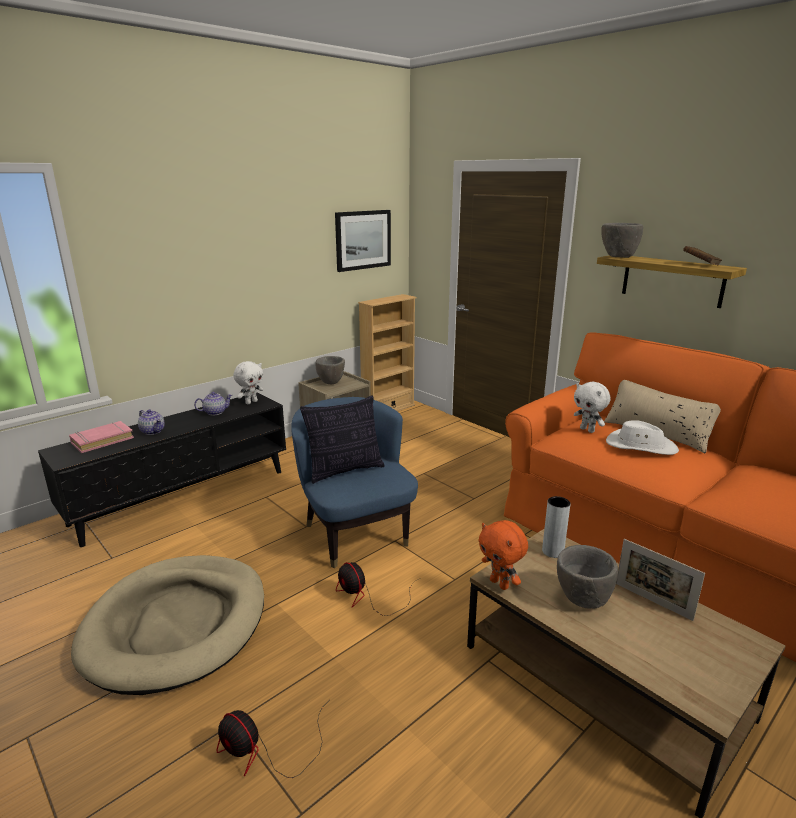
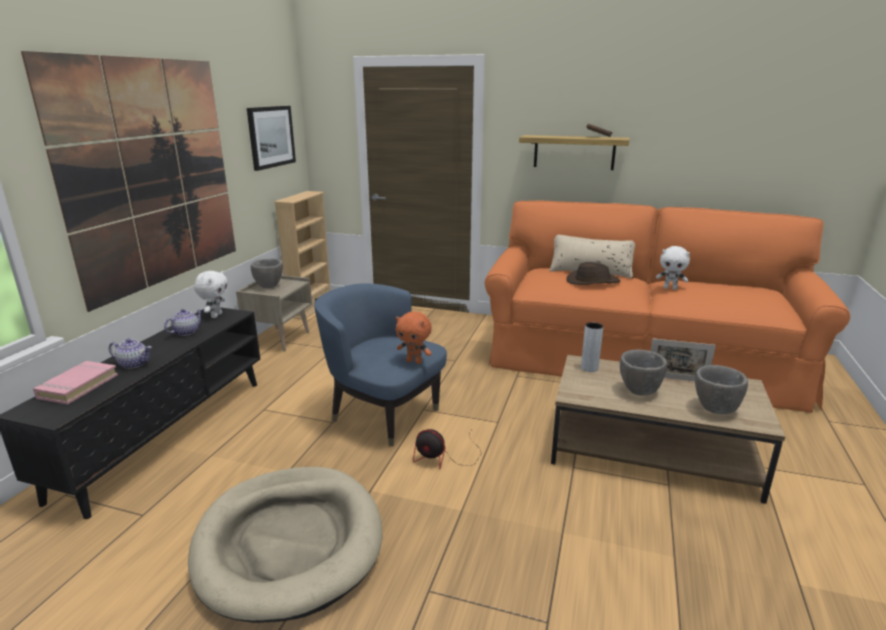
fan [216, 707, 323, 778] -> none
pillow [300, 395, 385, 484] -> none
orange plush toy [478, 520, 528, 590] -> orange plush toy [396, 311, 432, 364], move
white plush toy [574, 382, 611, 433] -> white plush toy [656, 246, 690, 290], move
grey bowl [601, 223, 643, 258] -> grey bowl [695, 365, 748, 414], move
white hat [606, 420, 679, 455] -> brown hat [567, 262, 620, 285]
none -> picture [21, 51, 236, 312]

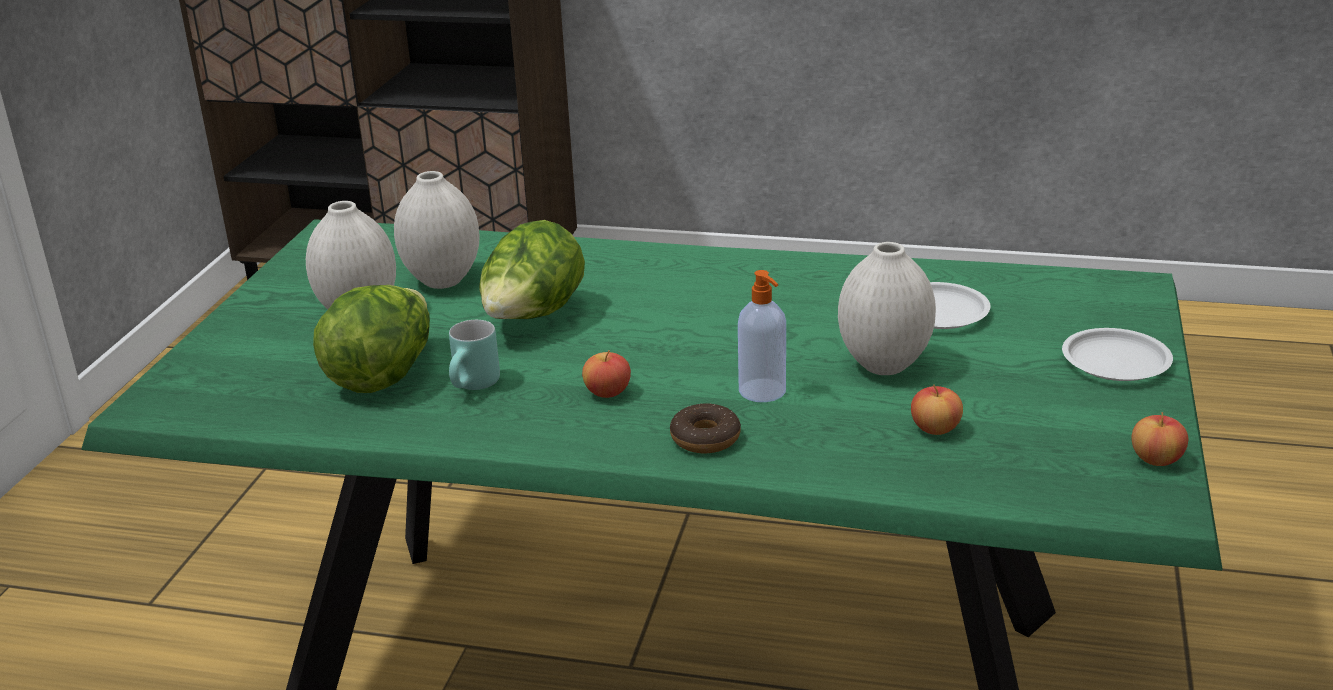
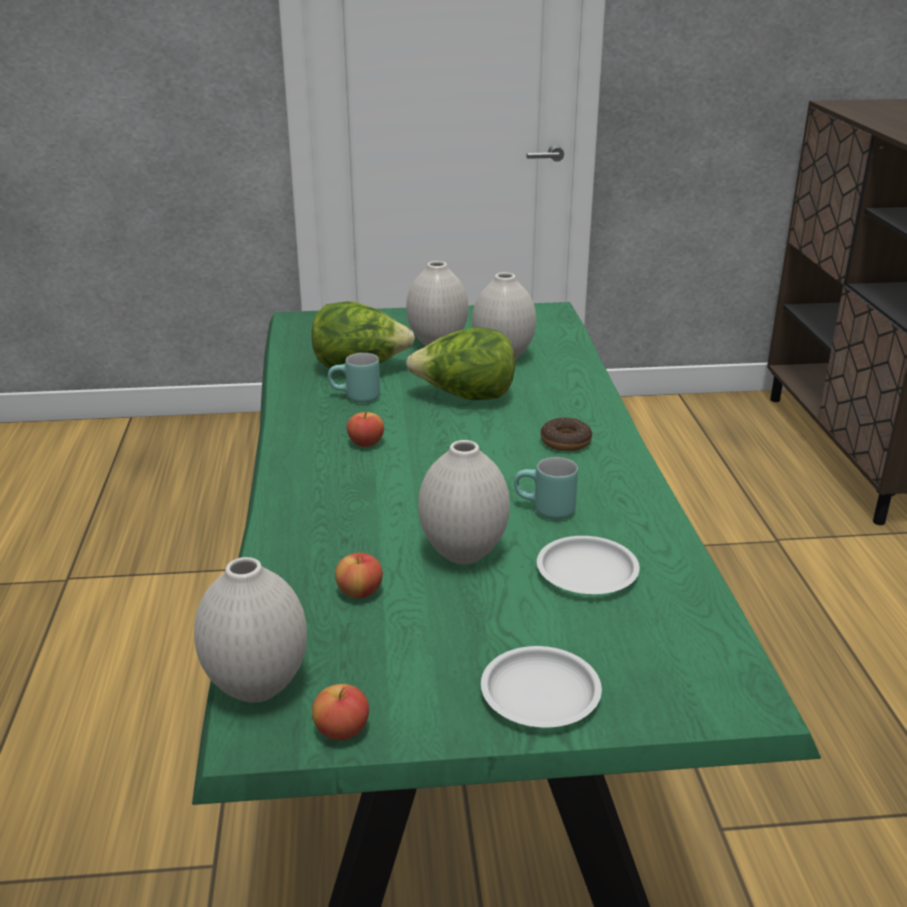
donut [670, 403, 741, 453] -> donut [541, 417, 592, 451], move
soap dispenser [738, 270, 786, 402] -> none
none -> white vase [194, 557, 307, 703]
none -> turquoise mug [514, 457, 578, 520]

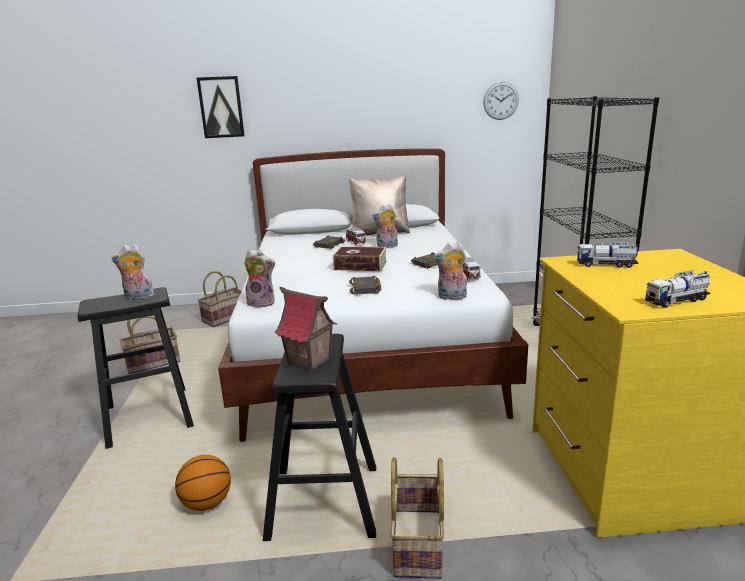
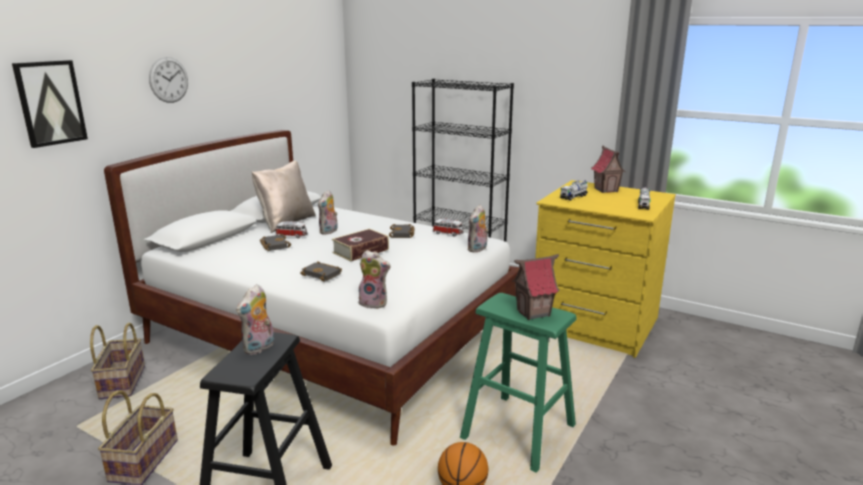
plush toy [244, 249, 275, 307] -> plush toy [359, 250, 391, 309], 60 degrees clockwise
black stool [263, 334, 376, 541] -> green stool [460, 293, 577, 473]
black book [349, 276, 381, 295] -> black book [300, 261, 342, 281], move
basket [390, 457, 444, 579] -> none
wall clock [483, 82, 519, 120] -> wall clock [149, 57, 188, 103], move
none -> toy house [591, 145, 626, 193]

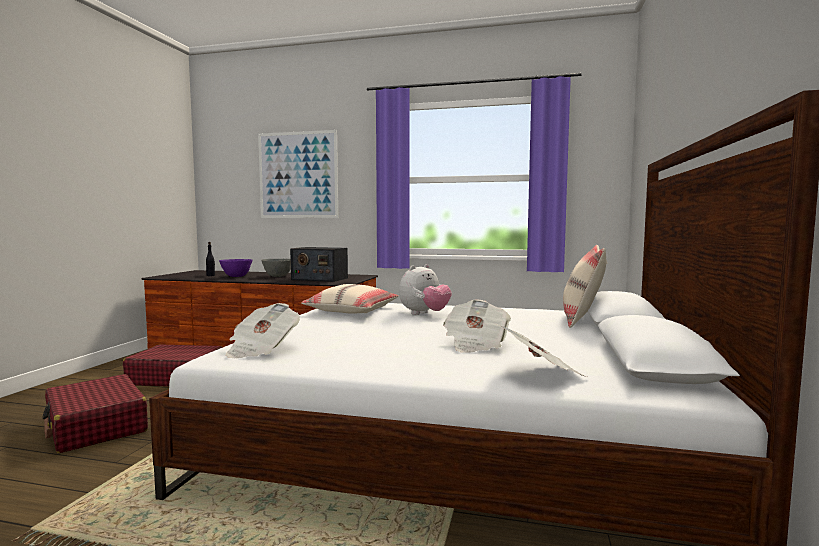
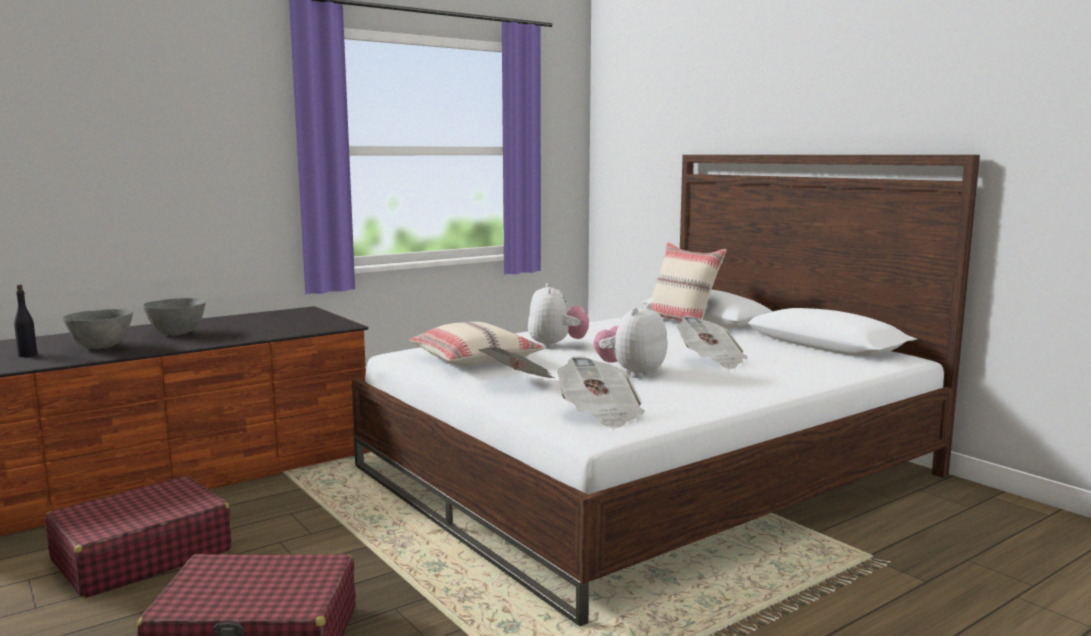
purple bowl [219, 259, 252, 277] -> grey bowl [63, 309, 133, 349]
picture [258, 130, 338, 218] -> none
radio [290, 247, 348, 282] -> none
newspaper [498, 325, 588, 377] -> newspaper [478, 347, 555, 378], move
none -> plush toy [594, 303, 667, 378]

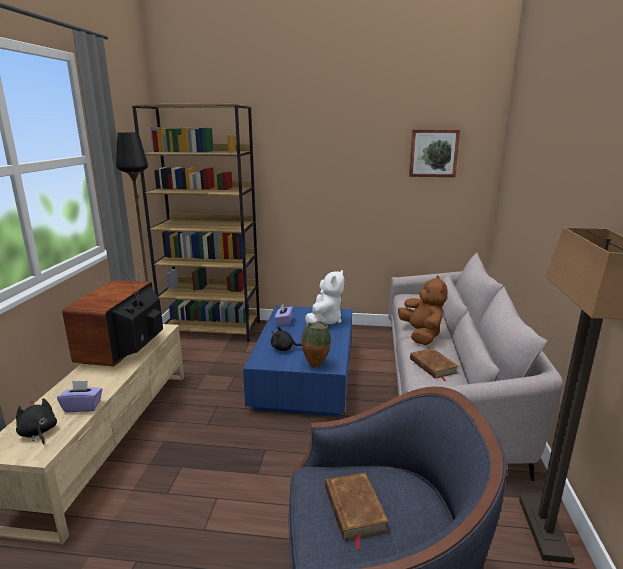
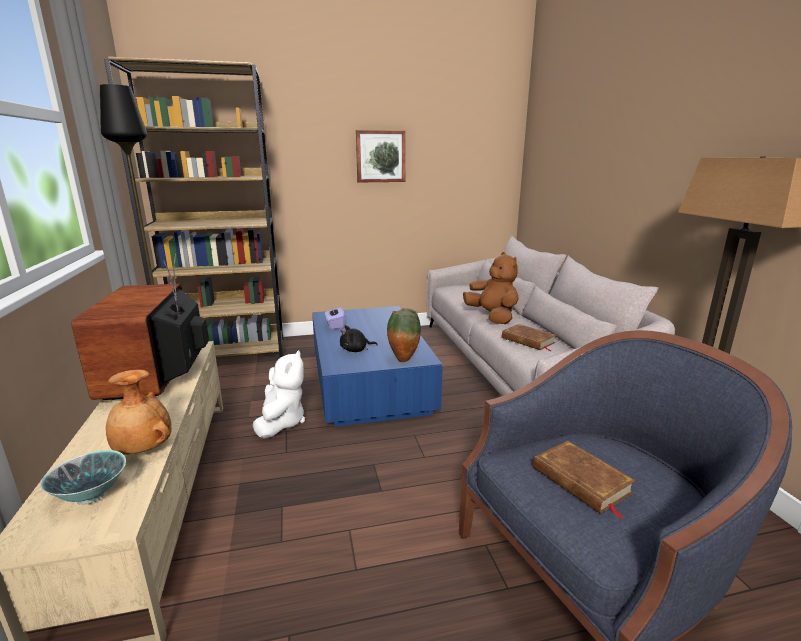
black plush toy [16, 398, 57, 445] -> bowl [40, 450, 126, 505]
purple tissue box [57, 381, 102, 412] -> brown vase [106, 369, 172, 455]
white plush toy [305, 270, 344, 324] -> white plush toy [253, 350, 305, 439], move
picture [409, 129, 460, 177] -> picture [356, 130, 406, 183], move

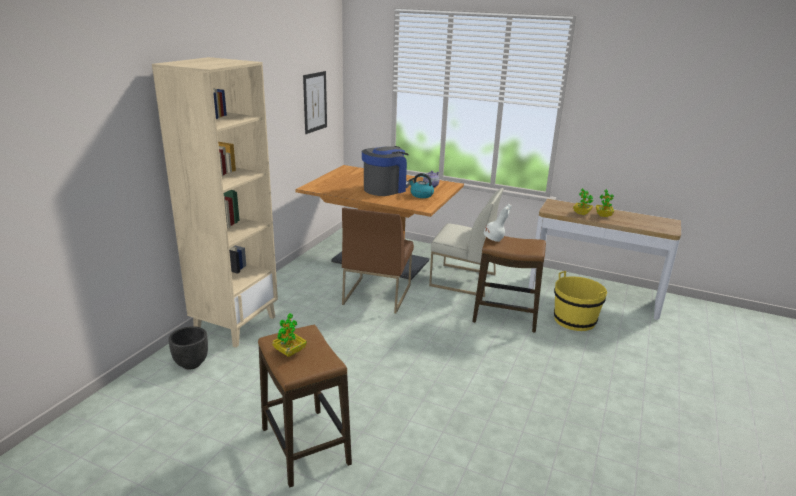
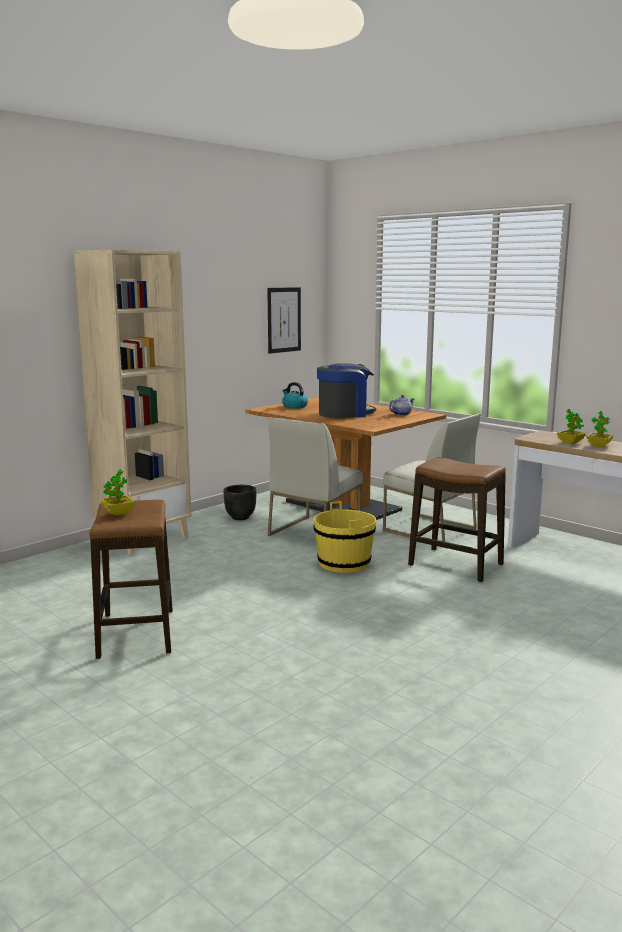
black planter [168, 326, 208, 369] -> black planter [223, 485, 256, 520], move
brown chair [342, 208, 414, 313] -> white chair [268, 417, 363, 536]
kettle [408, 173, 434, 198] -> kettle [282, 382, 308, 409], move
white vase [484, 204, 512, 242] -> none
yellow bucket [554, 271, 607, 331] -> yellow bucket [313, 501, 376, 573], move

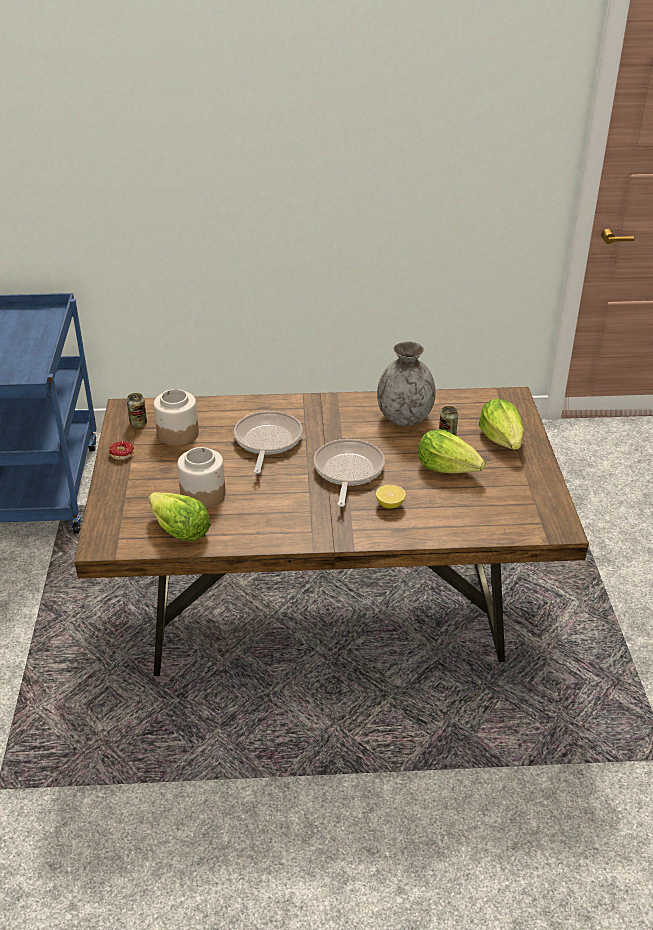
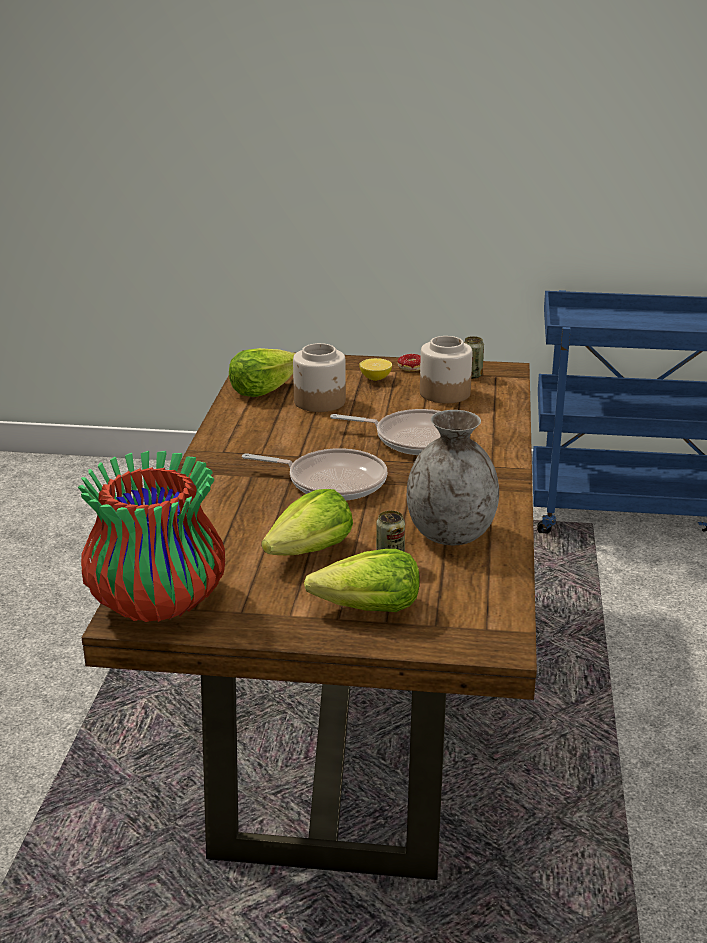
lemon [376, 485, 406, 509] -> lemon [359, 358, 392, 381], move
none -> vase [78, 451, 225, 622]

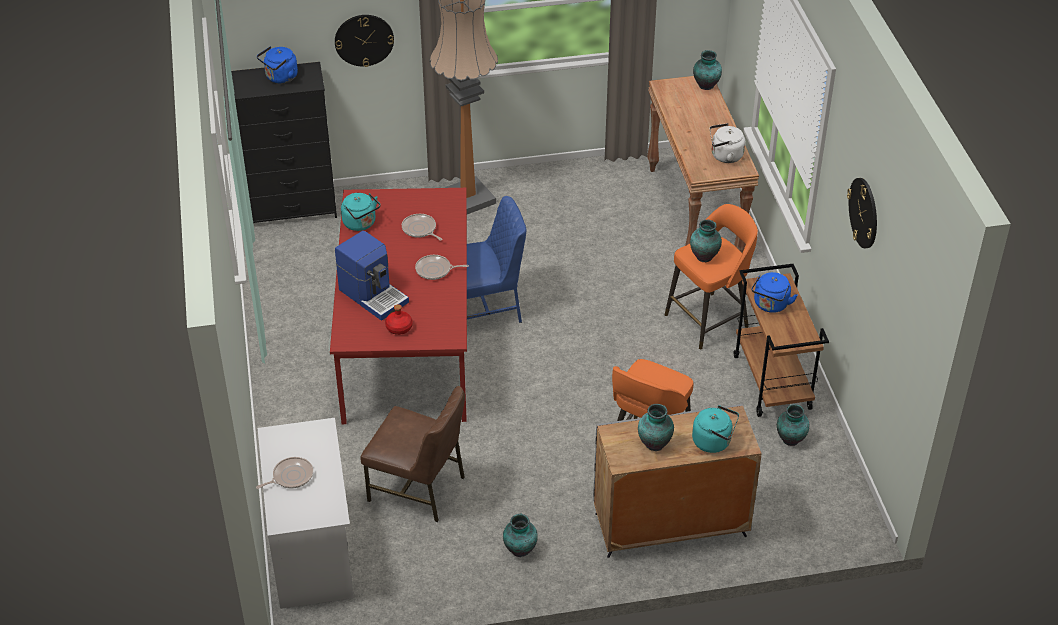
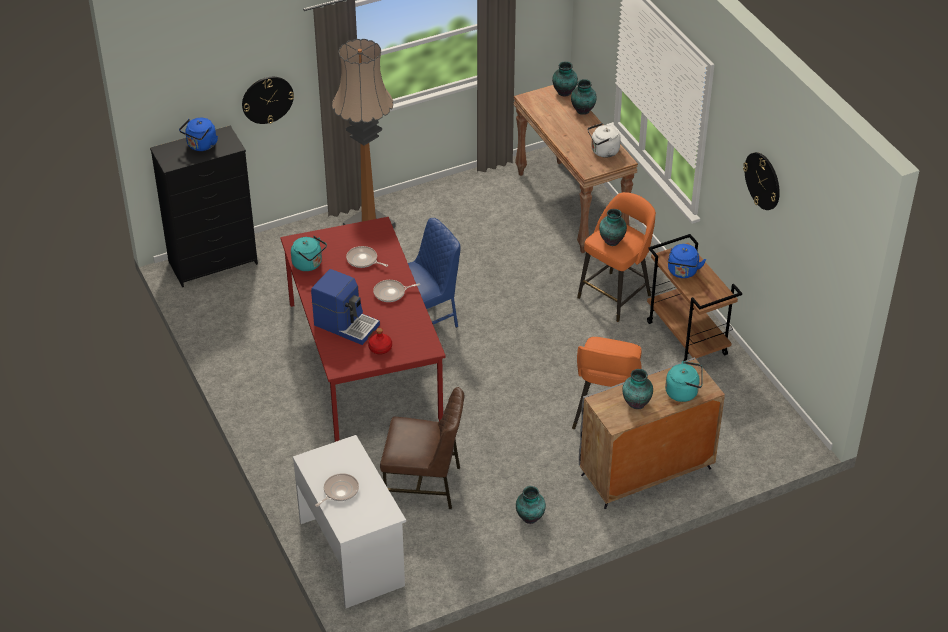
vase [777, 404, 809, 446] -> vase [571, 79, 597, 115], move

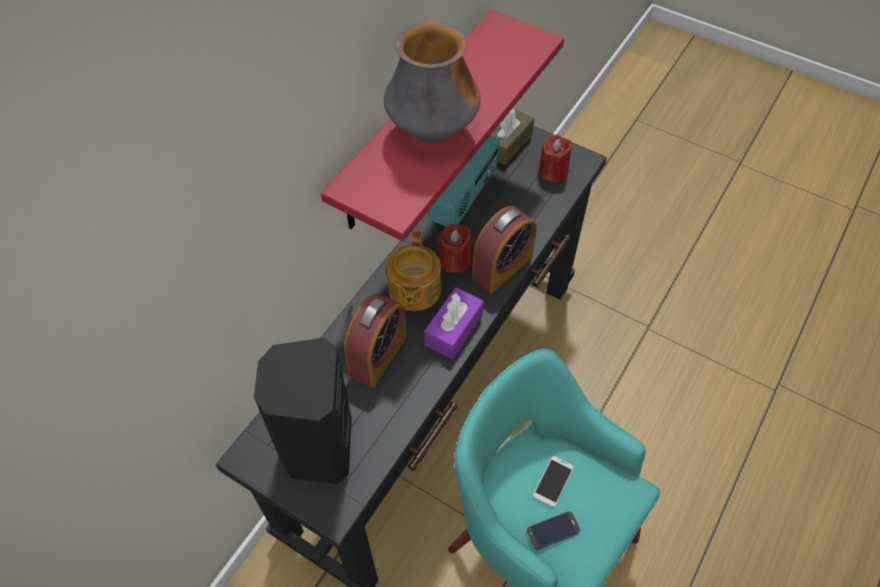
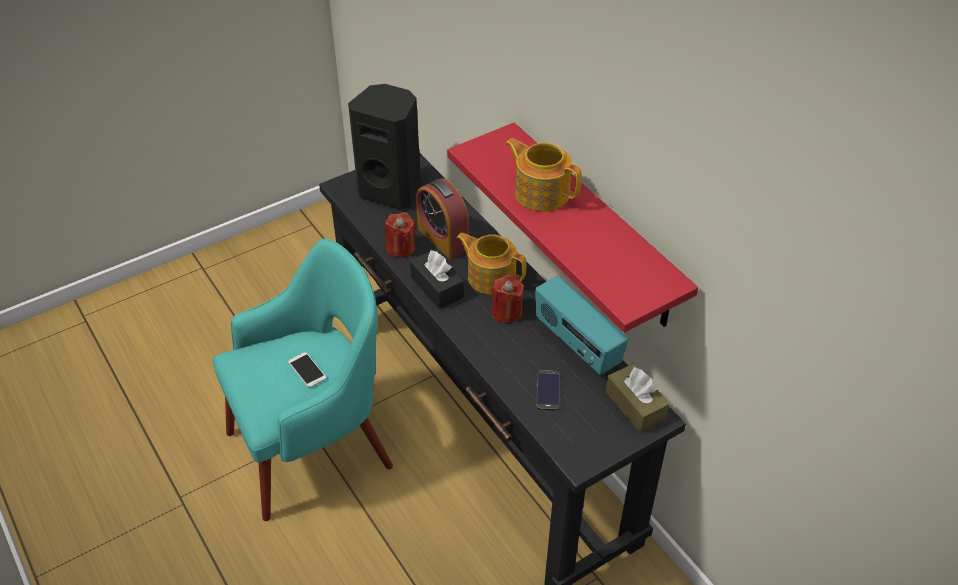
vase [384, 21, 481, 144] -> teapot [505, 138, 582, 212]
purple tissue box [424, 287, 484, 359] -> black tissue box [410, 250, 464, 309]
alarm clock [472, 206, 537, 293] -> none
phone [527, 511, 580, 550] -> phone [536, 370, 560, 410], move
red candle [539, 135, 573, 182] -> red candle [385, 212, 416, 258], move

